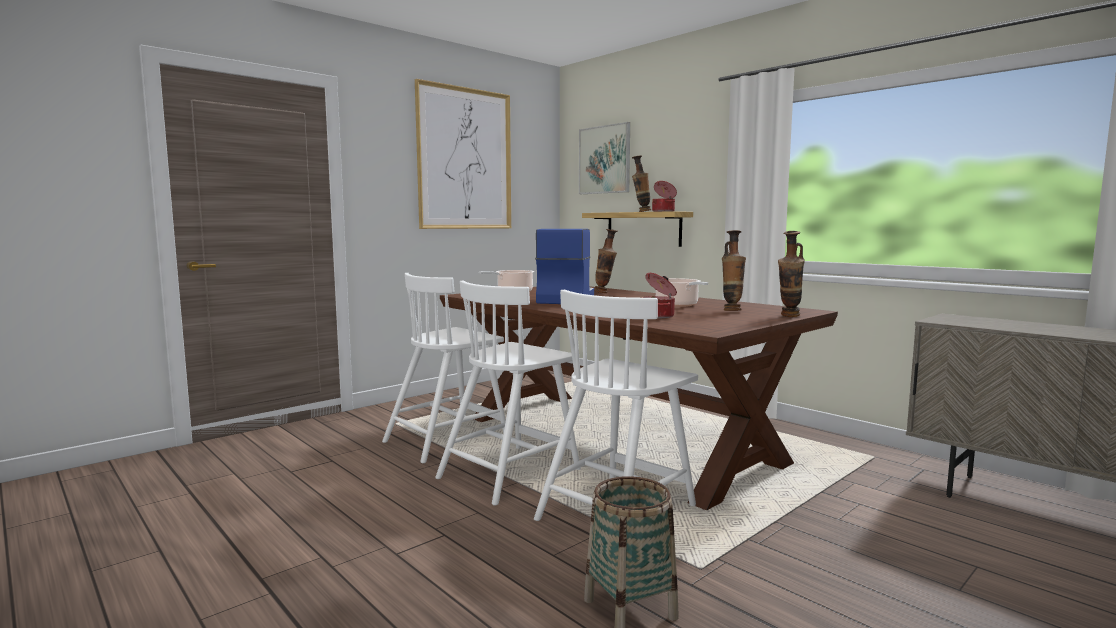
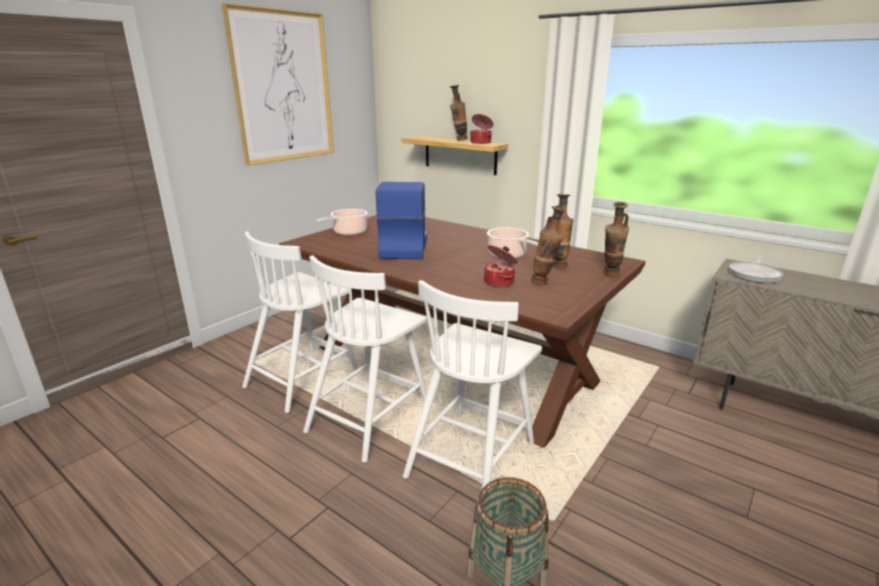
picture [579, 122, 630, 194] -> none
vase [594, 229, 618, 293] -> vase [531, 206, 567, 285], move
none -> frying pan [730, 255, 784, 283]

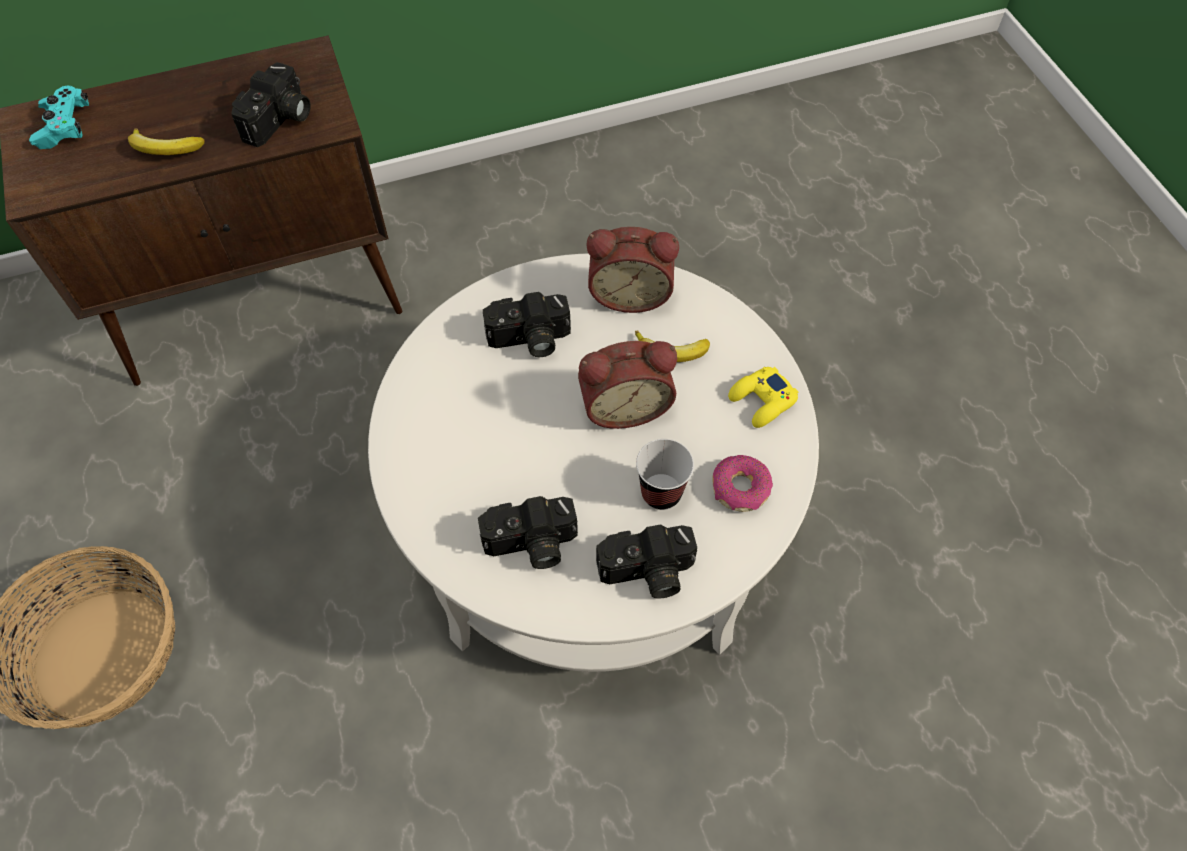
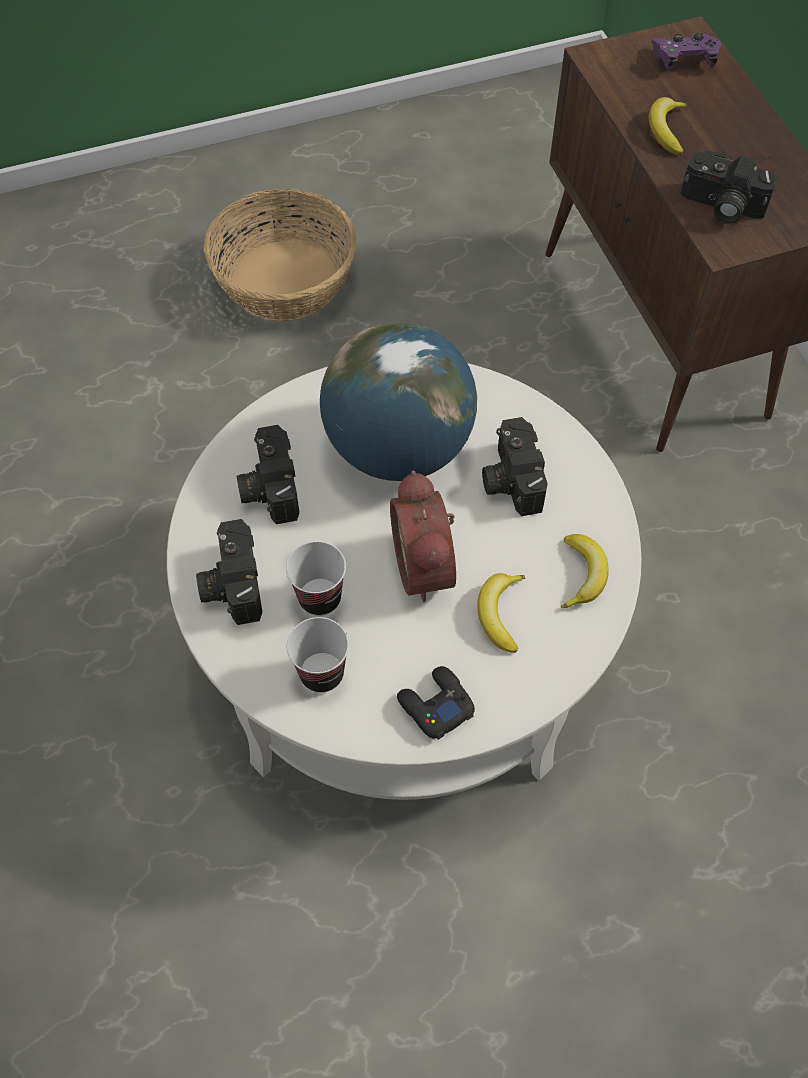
turquoise game controller [29, 86, 89, 149] -> purple game controller [651, 33, 721, 71]
alarm clock [587, 227, 679, 313] -> banana [561, 534, 609, 608]
donut [712, 455, 773, 512] -> cup [287, 617, 349, 693]
yellow game controller [728, 367, 799, 428] -> black game controller [397, 666, 475, 740]
none -> globe [320, 322, 477, 481]

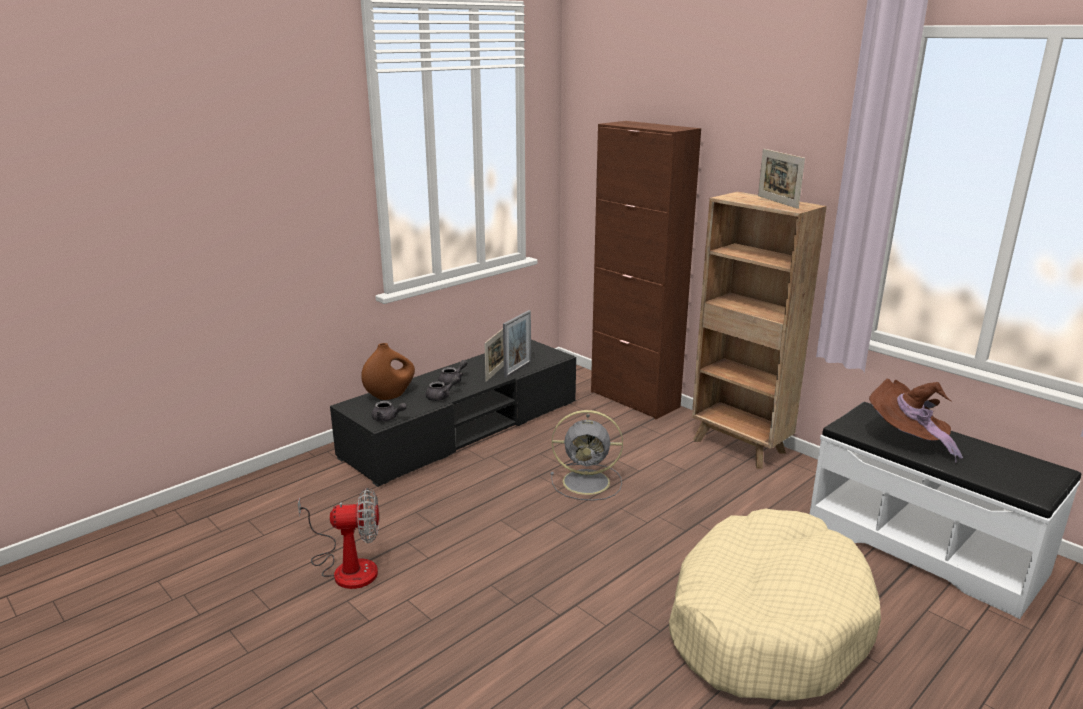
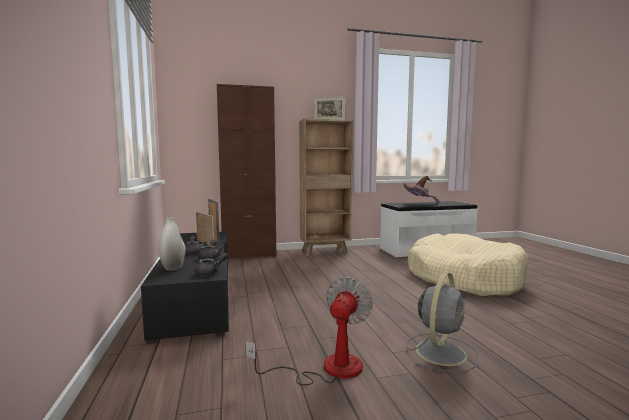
brown vase [361, 343, 415, 400] -> white vase [158, 217, 186, 271]
grey fan [551, 410, 623, 501] -> grey fan [407, 272, 479, 373], move

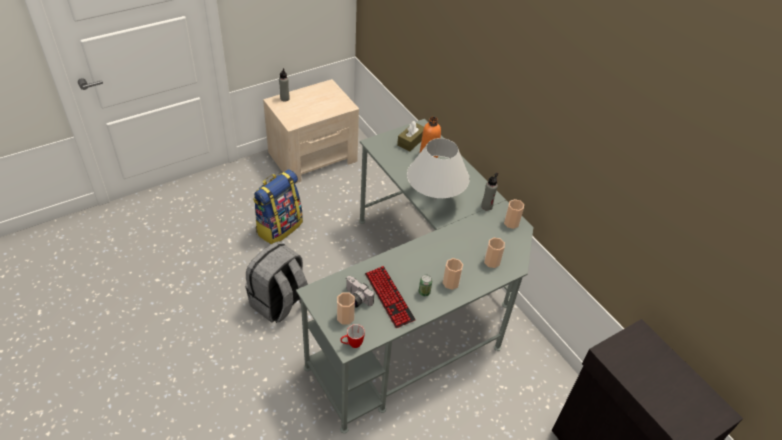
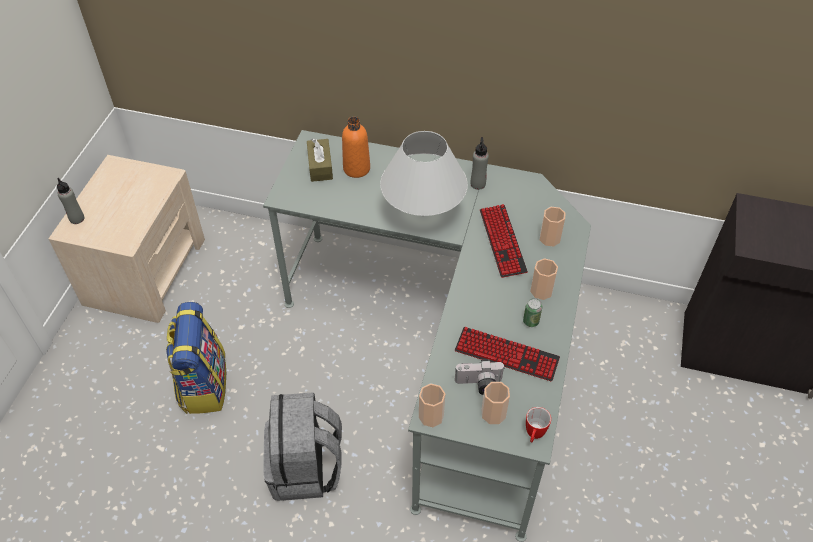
cup [504, 199, 524, 229] -> cup [419, 384, 445, 427], move
none -> keyboard [480, 204, 528, 278]

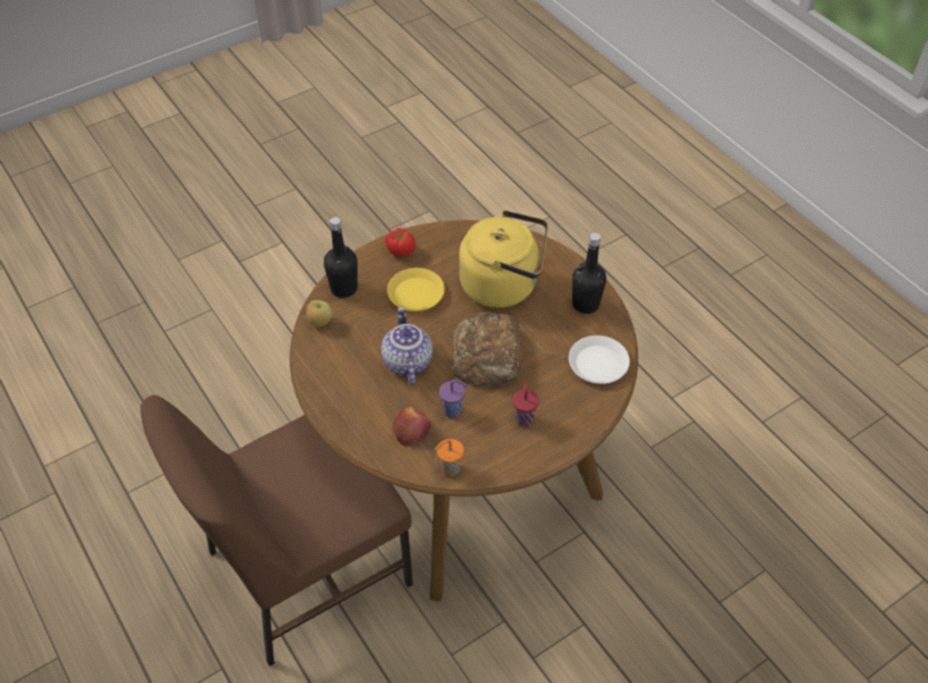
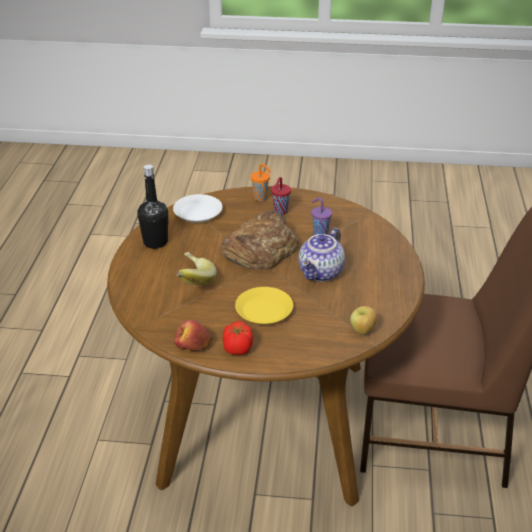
black bottle [324, 217, 358, 298] -> none
apple [392, 407, 431, 446] -> apple [174, 320, 212, 350], move
orange cup [435, 439, 464, 476] -> orange cup [250, 163, 272, 201], move
yellow kettle [459, 210, 548, 308] -> banana [177, 252, 217, 285]

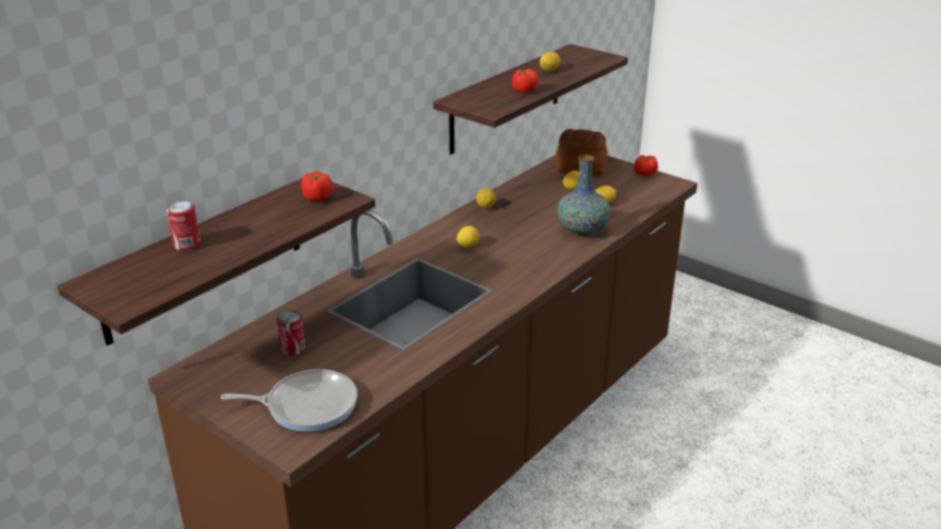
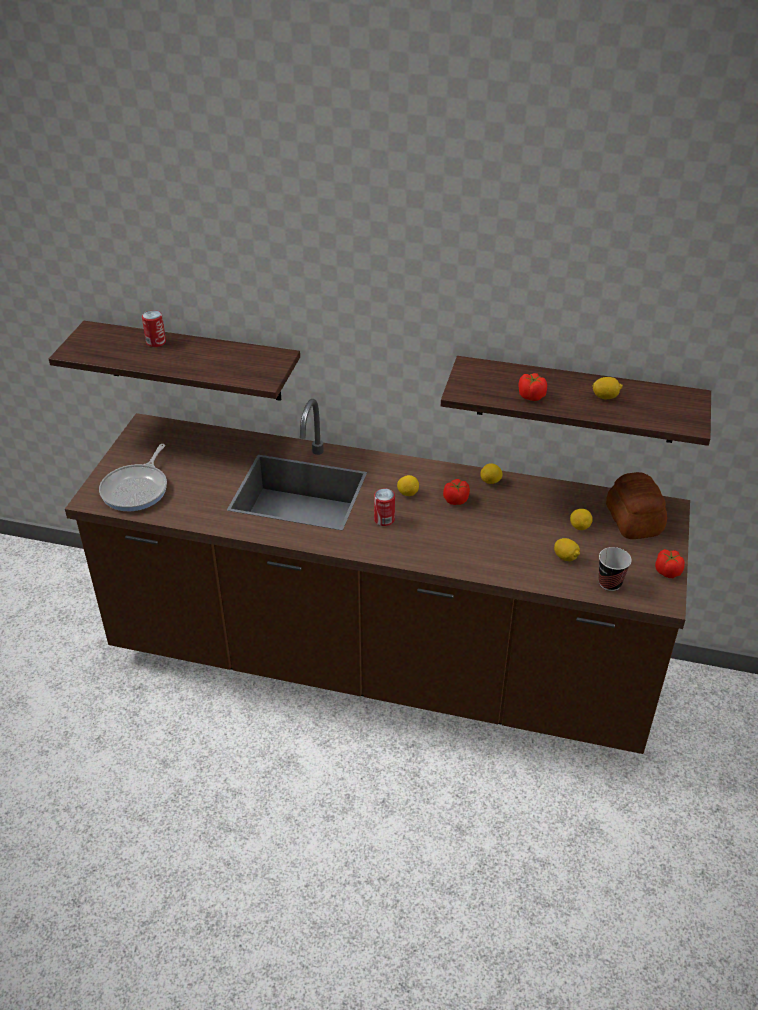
frying pan [221, 369, 357, 432] -> frying pan [99, 444, 167, 511], 45 degrees clockwise
can [277, 310, 305, 356] -> can [374, 489, 395, 526], move
tomato [301, 171, 332, 201] -> tomato [443, 479, 470, 505], move
vase [557, 155, 610, 236] -> none
none -> cup [599, 547, 632, 591]

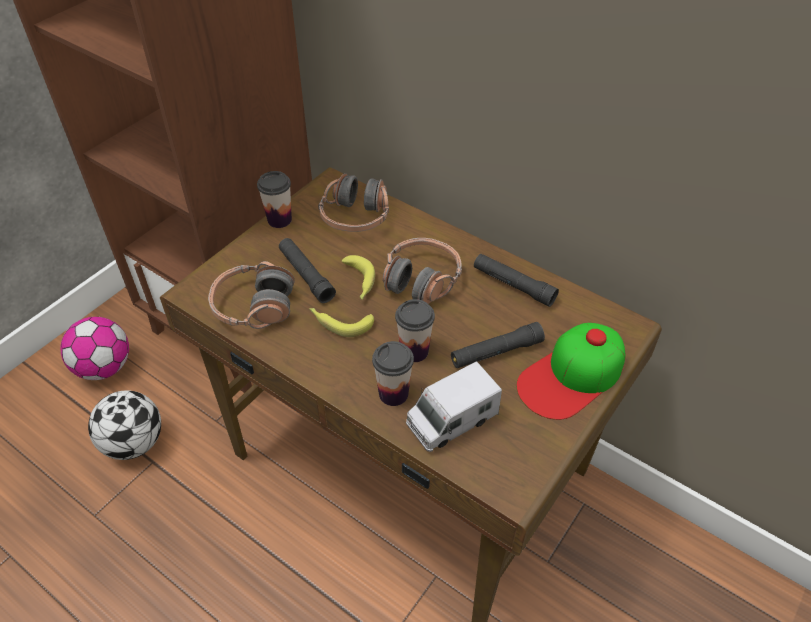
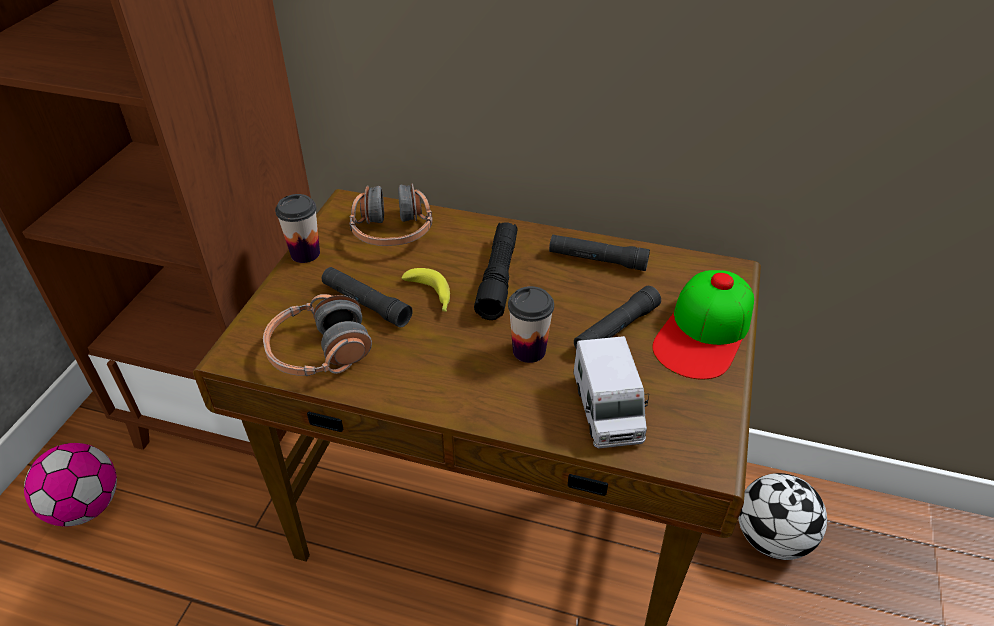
football [88, 390, 161, 460] -> football [738, 473, 827, 560], move
banana [309, 308, 374, 337] -> none
cup [372, 341, 414, 406] -> none
headphones [383, 238, 462, 304] -> black flashlight [474, 222, 518, 320]
toy truck [406, 361, 502, 452] -> toy truck [573, 336, 649, 449], 45 degrees counterclockwise

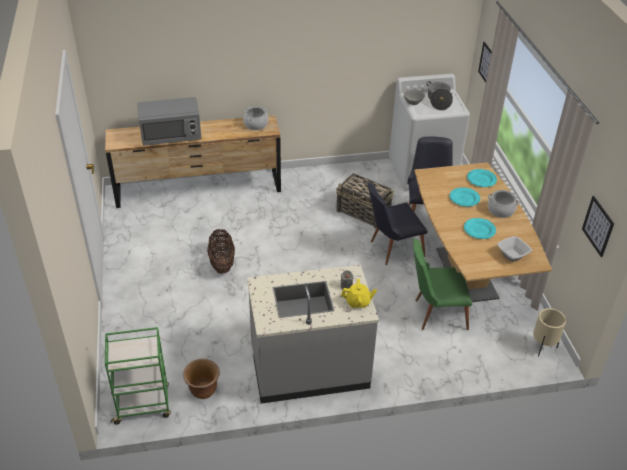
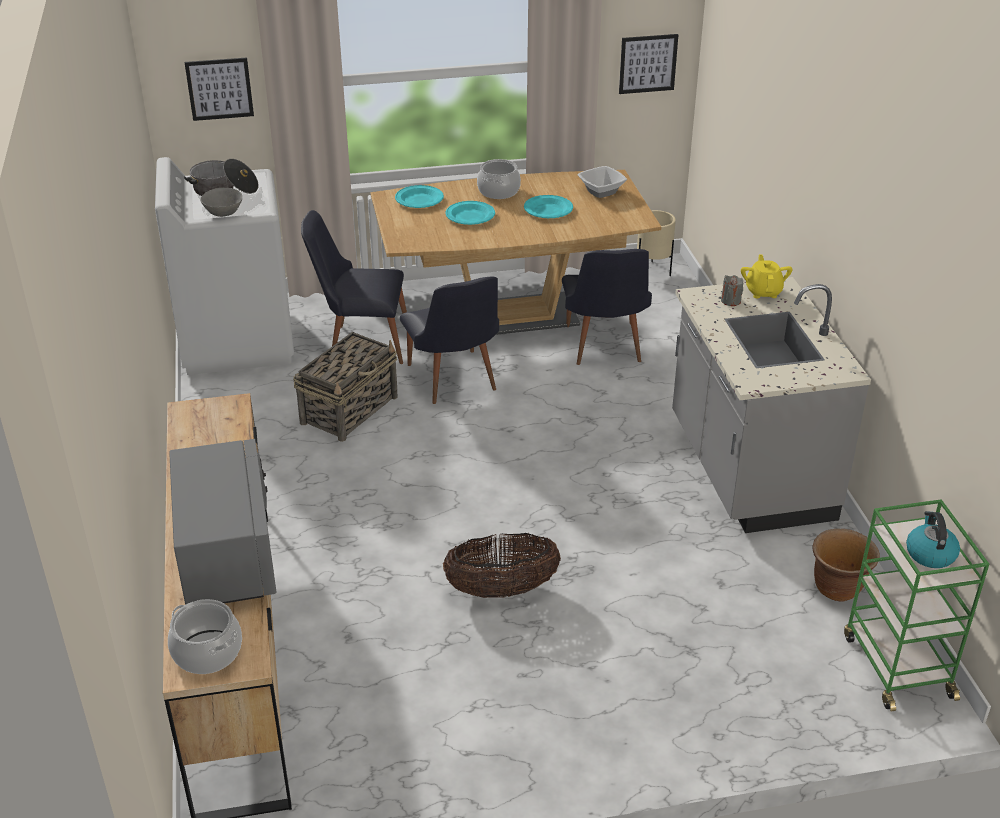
cooking pot [243, 106, 268, 130] -> cooking pot [168, 599, 242, 674], move
green chair [413, 238, 472, 330] -> black chair [562, 249, 652, 365]
none -> kettle [906, 511, 960, 568]

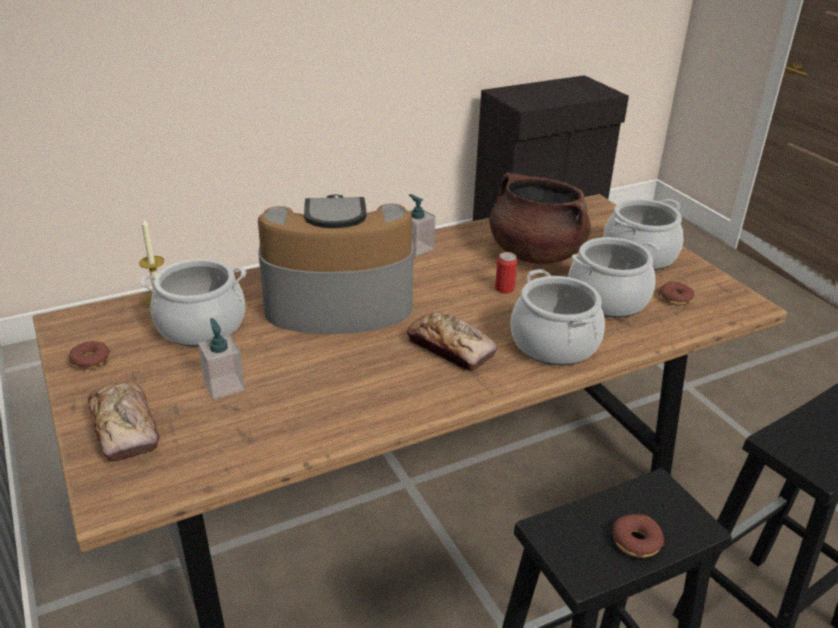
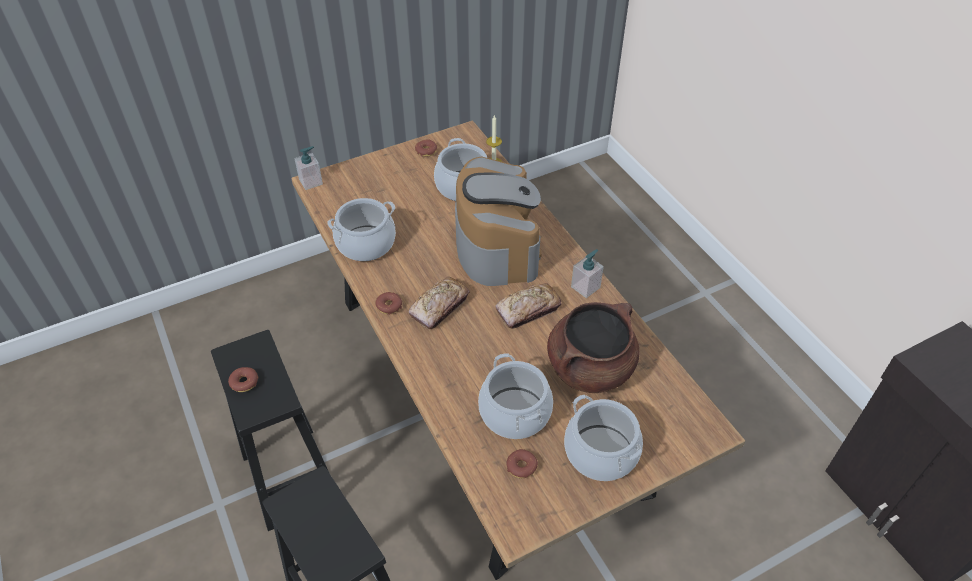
bread [88, 382, 159, 462] -> bread [495, 283, 562, 329], move
soap dispenser [198, 318, 245, 399] -> soap dispenser [294, 146, 323, 190], move
can [495, 252, 517, 294] -> none
cooking pot [511, 269, 605, 365] -> cooking pot [327, 198, 396, 261], move
none -> donut [375, 292, 402, 315]

